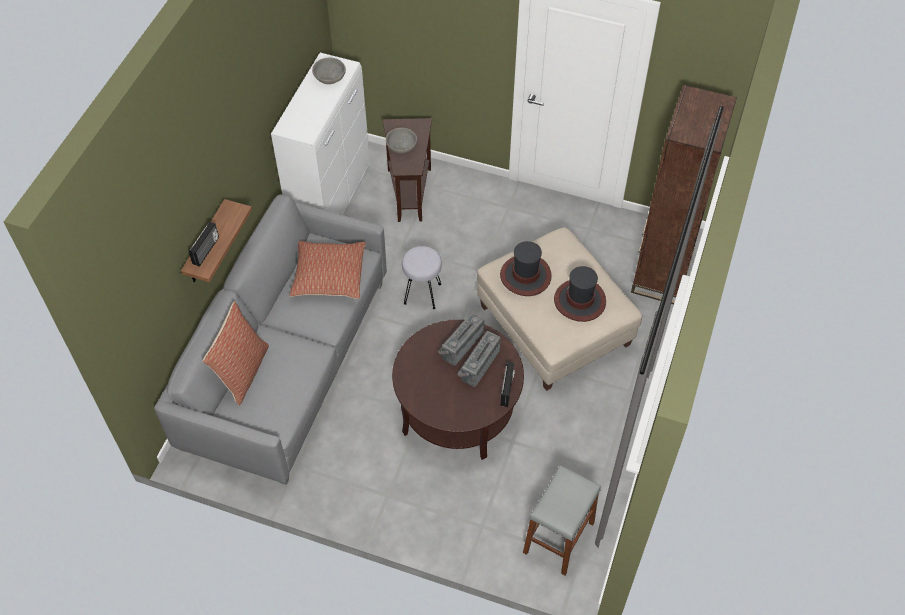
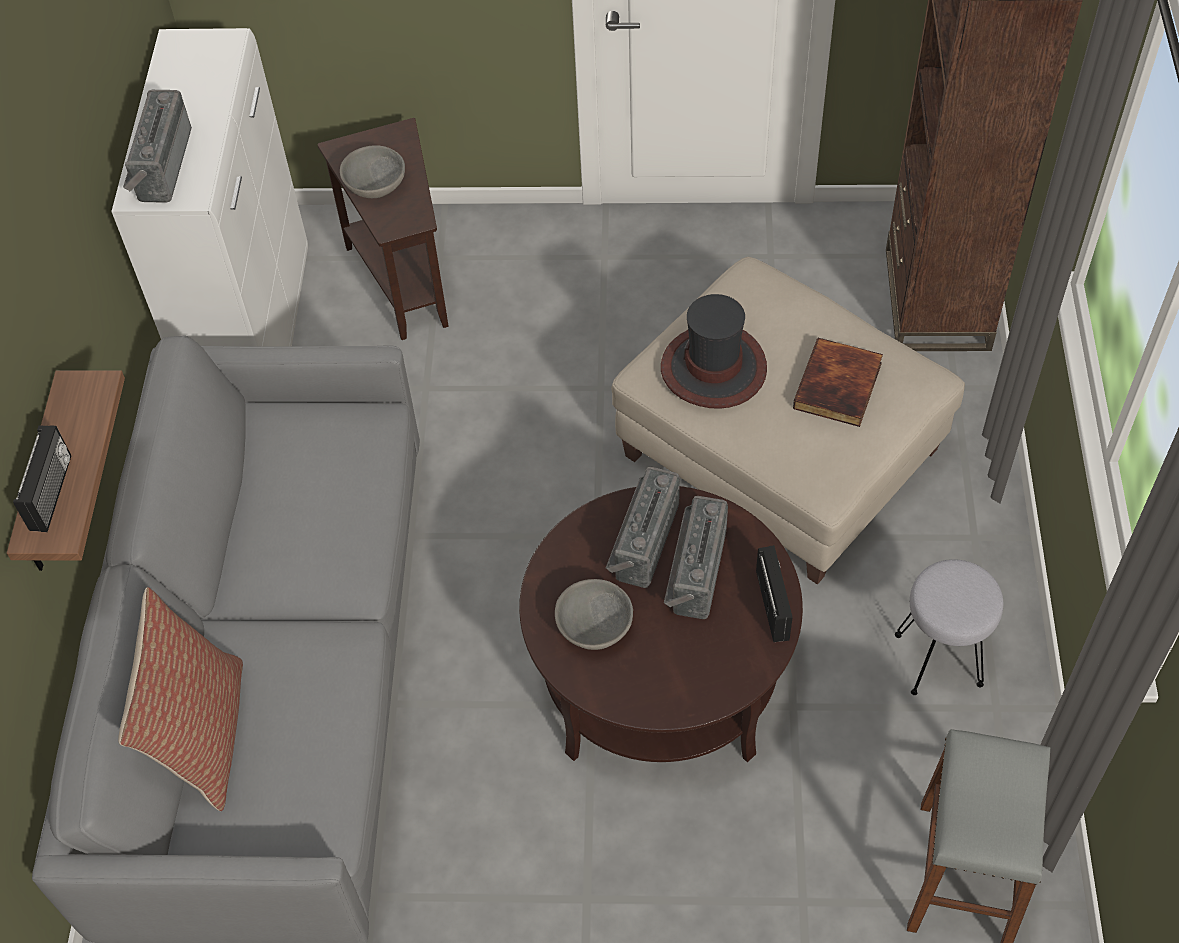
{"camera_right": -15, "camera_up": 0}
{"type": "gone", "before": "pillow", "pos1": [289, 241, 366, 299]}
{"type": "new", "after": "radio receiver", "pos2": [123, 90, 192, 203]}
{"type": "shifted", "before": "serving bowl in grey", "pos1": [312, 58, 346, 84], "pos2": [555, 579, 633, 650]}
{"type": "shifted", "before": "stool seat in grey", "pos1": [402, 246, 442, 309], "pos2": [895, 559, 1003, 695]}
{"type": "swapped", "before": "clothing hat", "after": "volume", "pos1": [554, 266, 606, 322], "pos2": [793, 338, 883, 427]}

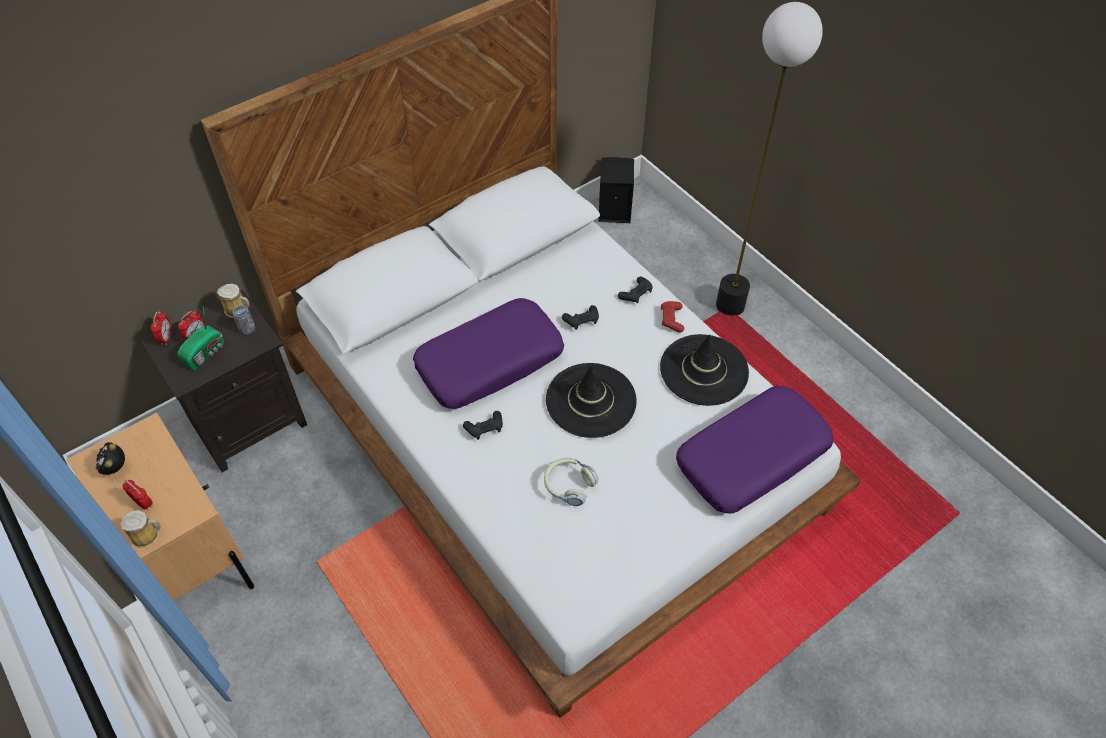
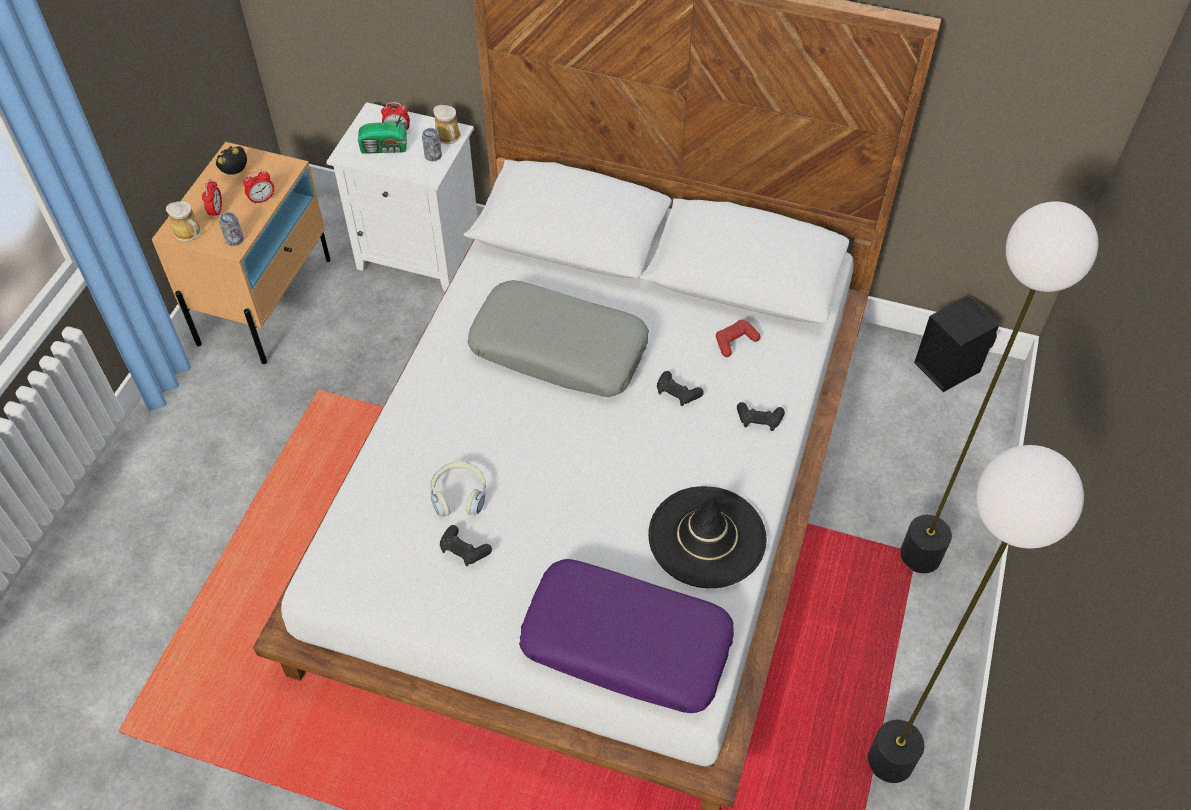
{"camera_right": 55, "camera_up": 0}
{"type": "gone", "before": "clothing hat in black-coloured", "pos1": [546, 363, 637, 438]}
{"type": "new", "after": "metal can", "pos2": [219, 212, 244, 246]}
{"type": "new", "after": "standard lamp", "pos2": [868, 445, 1084, 783]}
{"type": "shifted", "before": "bedside clock", "pos1": [150, 311, 172, 345], "pos2": [243, 169, 274, 205]}
{"type": "shifted", "before": "gamepad in black-coloured", "pos1": [463, 411, 503, 440], "pos2": [440, 525, 492, 566]}
{"type": "shifted", "before": "gamepad in red", "pos1": [661, 301, 684, 333], "pos2": [716, 319, 760, 357]}
{"type": "repainted", "before": "night table in black-coloured", "after": "night table in whitish", "pos1": [140, 290, 307, 472], "pos2": [326, 102, 478, 292]}
{"type": "repainted", "before": "pillow in purple", "after": "pillow in grey", "pos1": [413, 298, 564, 409], "pos2": [468, 280, 649, 397]}

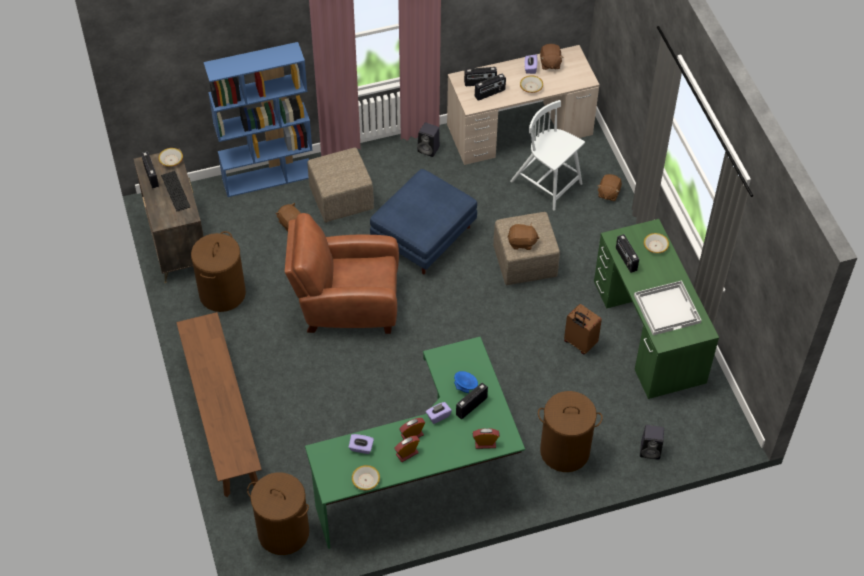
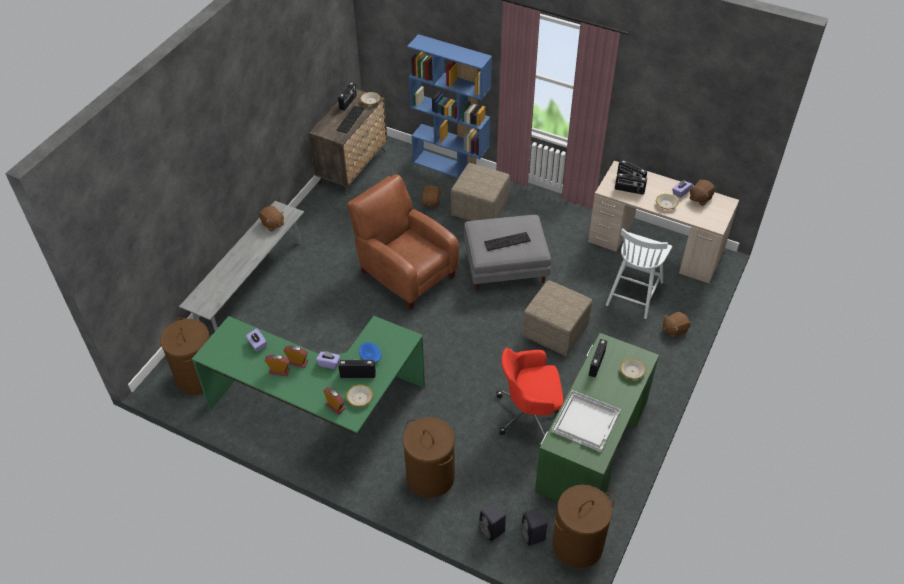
{"camera_right": 45, "camera_up": -5}
{"type": "new", "after": "PC keyboard", "pos2": [484, 232, 531, 251]}
{"type": "shifted", "before": "hamper in brown-coloured", "pos1": [191, 231, 246, 312], "pos2": [552, 485, 615, 568]}
{"type": "shifted", "before": "serving bowl", "pos1": [352, 465, 380, 490], "pos2": [346, 385, 373, 407]}
{"type": "shifted", "before": "loudspeaker in black-coloured", "pos1": [417, 122, 440, 157], "pos2": [521, 508, 547, 546]}
{"type": "shifted", "before": "plush toy in brown-coloured", "pos1": [507, 223, 540, 250], "pos2": [259, 206, 284, 231]}
{"type": "swapped", "before": "travel case in brown-coloured", "after": "desk chair in red", "pos1": [564, 304, 602, 354], "pos2": [496, 348, 563, 436]}
{"type": "repainted", "before": "long seat in brown-coloured", "after": "long seat in grey", "pos1": [176, 312, 262, 497], "pos2": [179, 201, 304, 331]}
{"type": "repainted", "before": "pouffe in bluish", "after": "pouffe in grey", "pos1": [370, 169, 477, 274], "pos2": [464, 215, 551, 290]}
{"type": "rotated", "before": "plain chair in whitish", "pos1": [510, 100, 585, 211], "pos2": [606, 228, 672, 319], "turn": -150}

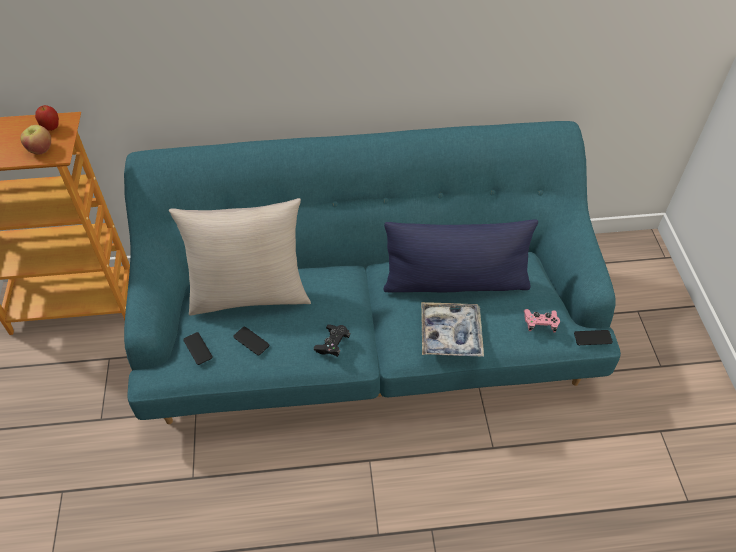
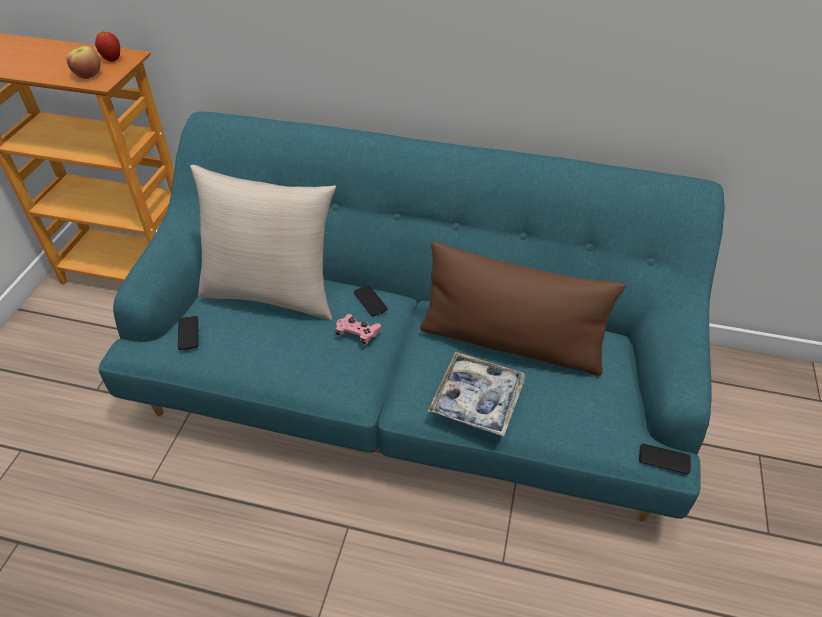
{"camera_right": 20, "camera_up": -5}
{"type": "gone", "before": "gamepad in black-coloured", "pos1": [314, 324, 351, 357]}
{"type": "shifted", "before": "handset", "pos1": [233, 327, 269, 355], "pos2": [354, 285, 388, 316]}
{"type": "shifted", "before": "gamepad in pinkish", "pos1": [524, 309, 560, 333], "pos2": [336, 314, 382, 346]}
{"type": "repainted", "before": "pillow in bluish", "after": "pillow in brown-coloured", "pos1": [383, 220, 538, 292], "pos2": [420, 242, 625, 376]}

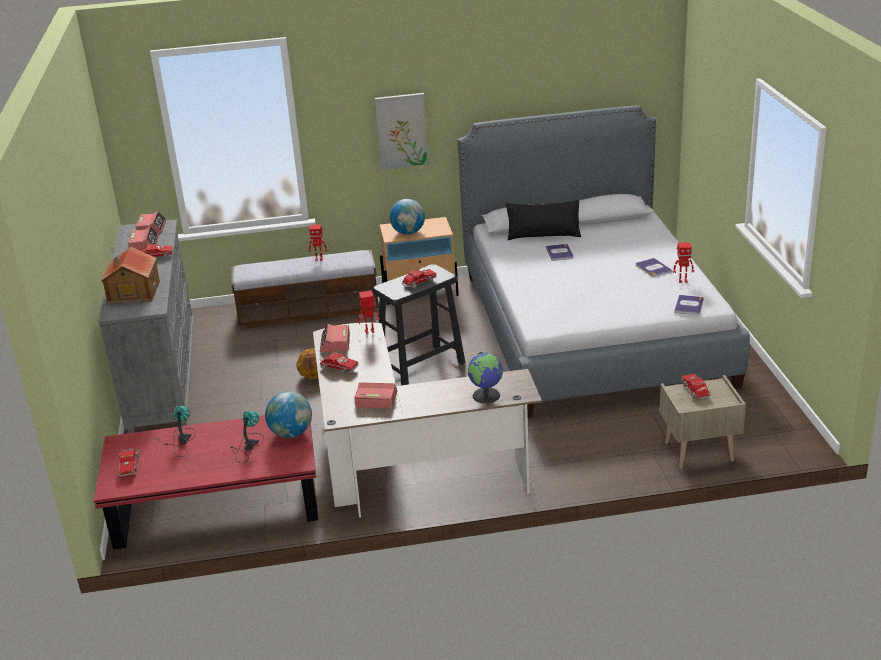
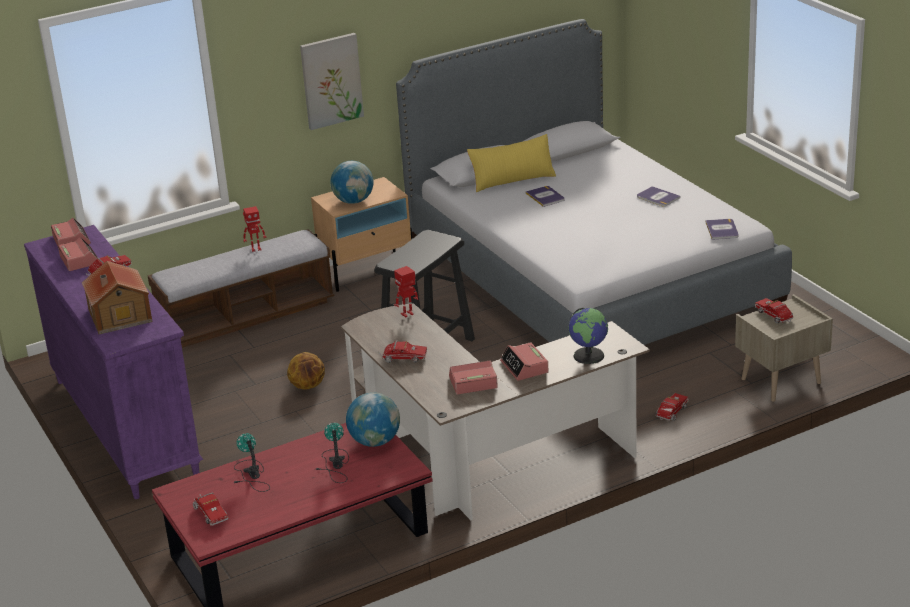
{"camera_right": -20, "camera_up": 0}
{"type": "gone", "before": "model robot", "pos1": [673, 242, 694, 283]}
{"type": "shifted", "before": "bedside clock", "pos1": [320, 324, 350, 353], "pos2": [500, 342, 549, 381]}
{"type": "shifted", "before": "toy truck", "pos1": [402, 269, 436, 288], "pos2": [656, 393, 689, 421]}
{"type": "repainted", "before": "dresser in grey", "after": "dresser in purple", "pos1": [98, 219, 195, 433], "pos2": [24, 225, 203, 499]}
{"type": "repainted", "before": "pillow in black-coloured", "after": "pillow in yellow", "pos1": [506, 200, 581, 240], "pos2": [467, 134, 556, 192]}

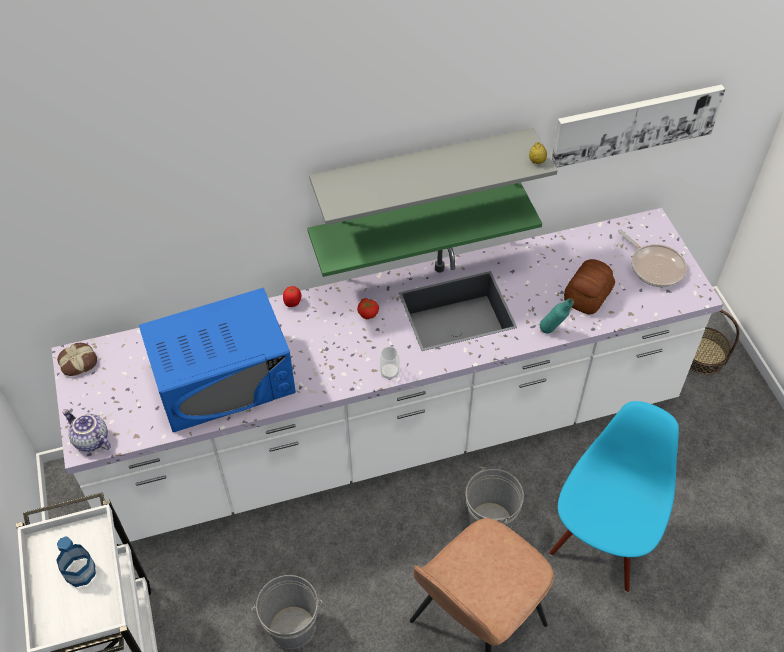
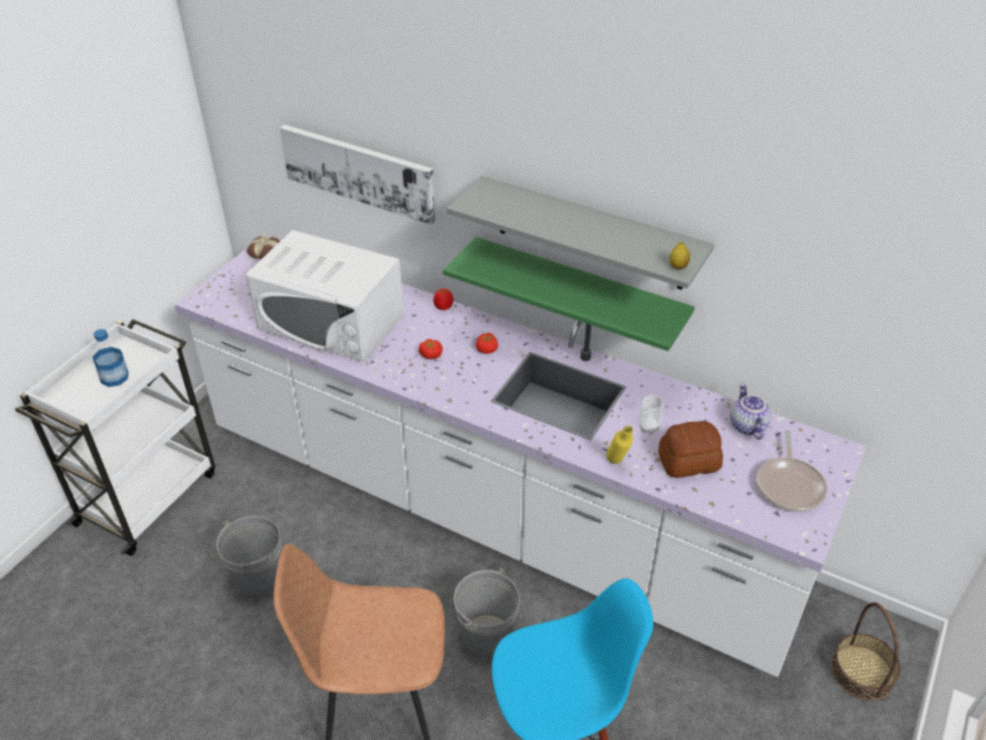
{"camera_right": 45, "camera_up": -10}
{"type": "new", "after": "whole tomato", "pos2": [419, 339, 443, 359]}
{"type": "shifted", "before": "teapot", "pos1": [62, 409, 111, 452], "pos2": [730, 384, 771, 440]}
{"type": "shifted", "before": "cup", "pos1": [379, 346, 400, 380], "pos2": [639, 395, 663, 434]}
{"type": "shifted", "before": "wall picture", "pos1": [552, 85, 725, 168], "pos2": [280, 125, 435, 225]}
{"type": "repainted", "before": "microwave in bluish", "after": "microwave in whitish", "pos1": [139, 288, 296, 432], "pos2": [246, 230, 404, 363]}
{"type": "repainted", "before": "bottle in turquoise-coloured", "after": "bottle in yellow", "pos1": [540, 298, 574, 334], "pos2": [606, 426, 633, 464]}

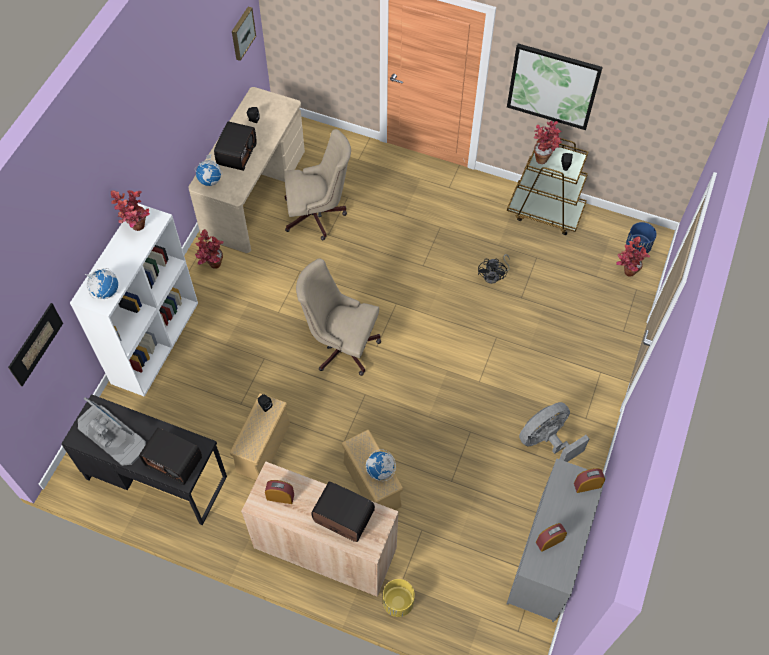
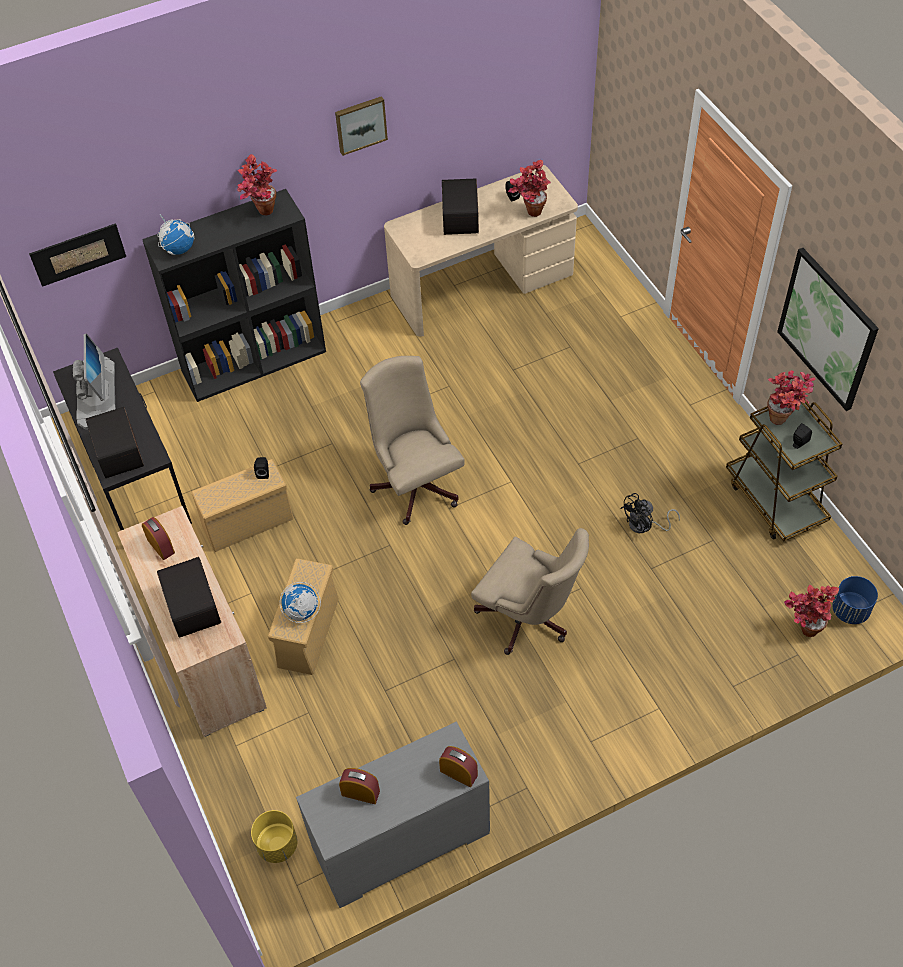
{"camera_right": 45, "camera_up": -5}
{"type": "gone", "before": "desk globe", "pos1": [195, 155, 223, 186]}
{"type": "gone", "before": "electric fan in grey", "pos1": [519, 402, 589, 462]}
{"type": "shifted", "before": "potted plant", "pos1": [195, 229, 224, 269], "pos2": [508, 160, 551, 217]}
{"type": "shifted", "before": "wall picture", "pos1": [232, 7, 256, 61], "pos2": [335, 96, 388, 156]}
{"type": "shifted", "before": "desk chair in beige", "pos1": [284, 129, 351, 240], "pos2": [471, 528, 589, 655]}
{"type": "shifted", "before": "flower pot in yellow", "pos1": [383, 579, 415, 617], "pos2": [251, 810, 298, 863]}
{"type": "repainted", "before": "bookshelf in whitish", "after": "bookshelf in black-coloured", "pos1": [70, 203, 198, 397], "pos2": [142, 189, 326, 402]}
{"type": "rotated", "before": "radio receiver", "pos1": [214, 121, 257, 171], "pos2": [442, 179, 479, 235], "turn": 120}

